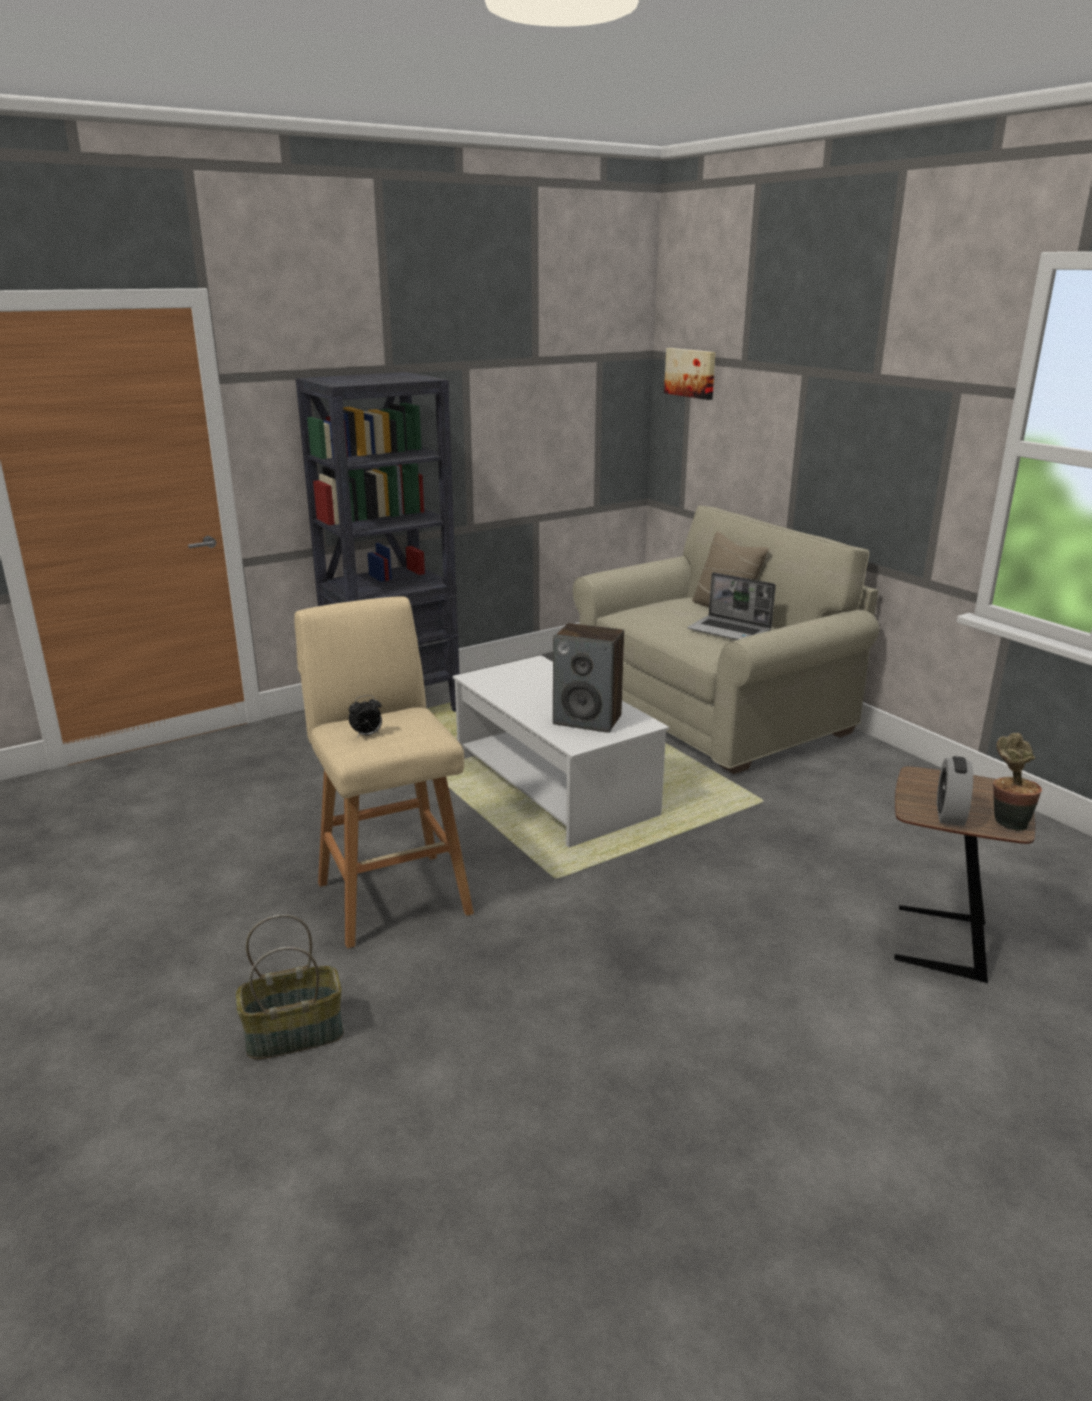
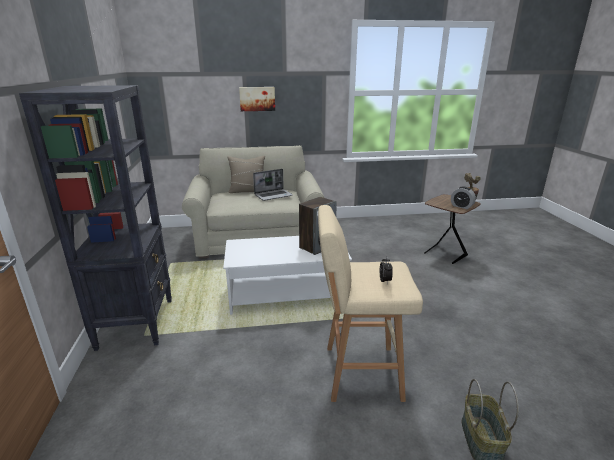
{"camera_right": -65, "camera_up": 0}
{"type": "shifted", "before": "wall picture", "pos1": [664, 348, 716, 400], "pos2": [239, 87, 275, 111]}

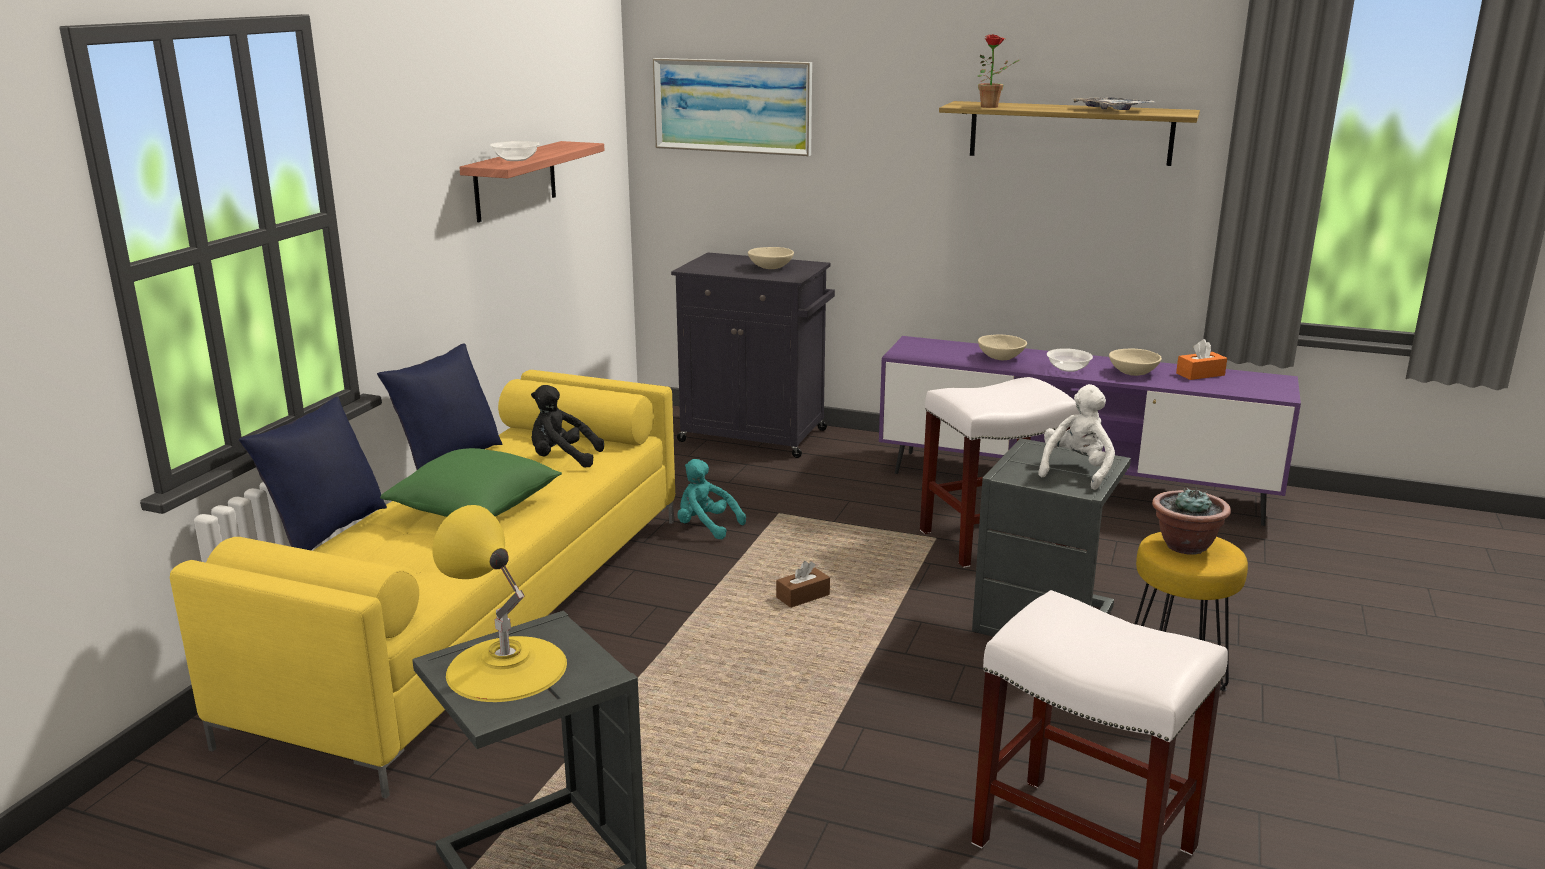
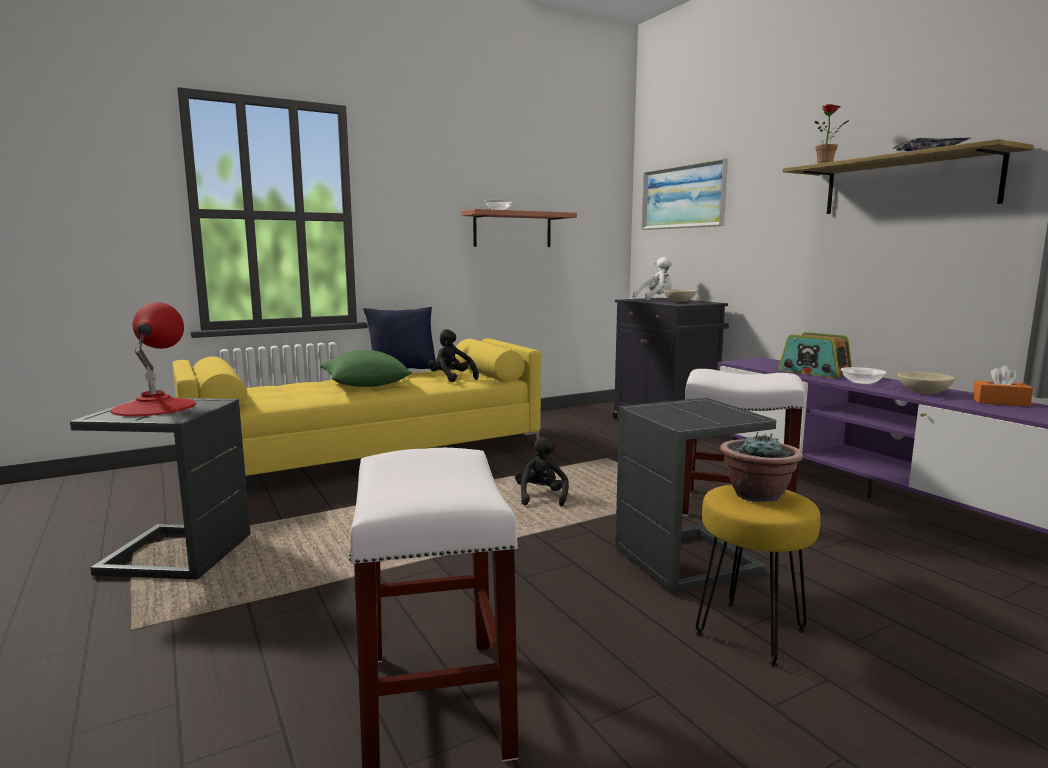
{"camera_right": 40, "camera_up": -10}
{"type": "gone", "before": "pillow in bluish", "pos1": [239, 397, 387, 550]}
{"type": "gone", "before": "plush toy in turquoise-coloured", "pos1": [677, 459, 746, 539]}
{"type": "shifted", "before": "plush toy in whitish", "pos1": [1038, 384, 1115, 490], "pos2": [632, 257, 673, 301]}
{"type": "swapped", "before": "tissue box in brown-coloured", "after": "plush toy in black-coloured", "pos1": [776, 561, 830, 608], "pos2": [515, 437, 569, 506]}
{"type": "swapped", "before": "serving bowl in beige", "after": "radio receiver", "pos1": [978, 335, 1027, 360], "pos2": [778, 332, 852, 378]}
{"type": "repainted", "before": "tabletop lamp in yellow", "after": "tabletop lamp in red", "pos1": [433, 505, 567, 702], "pos2": [110, 302, 196, 416]}

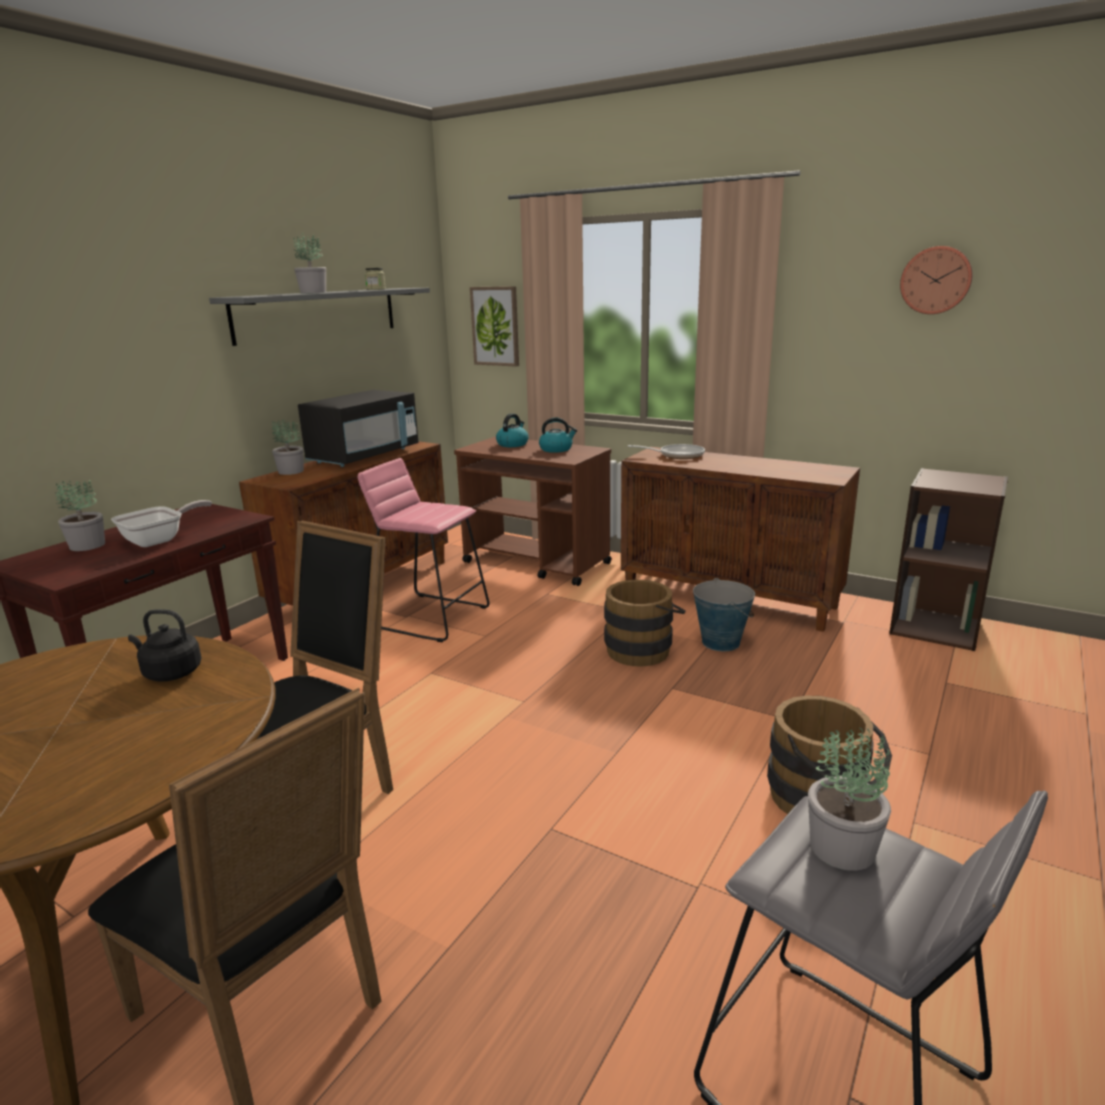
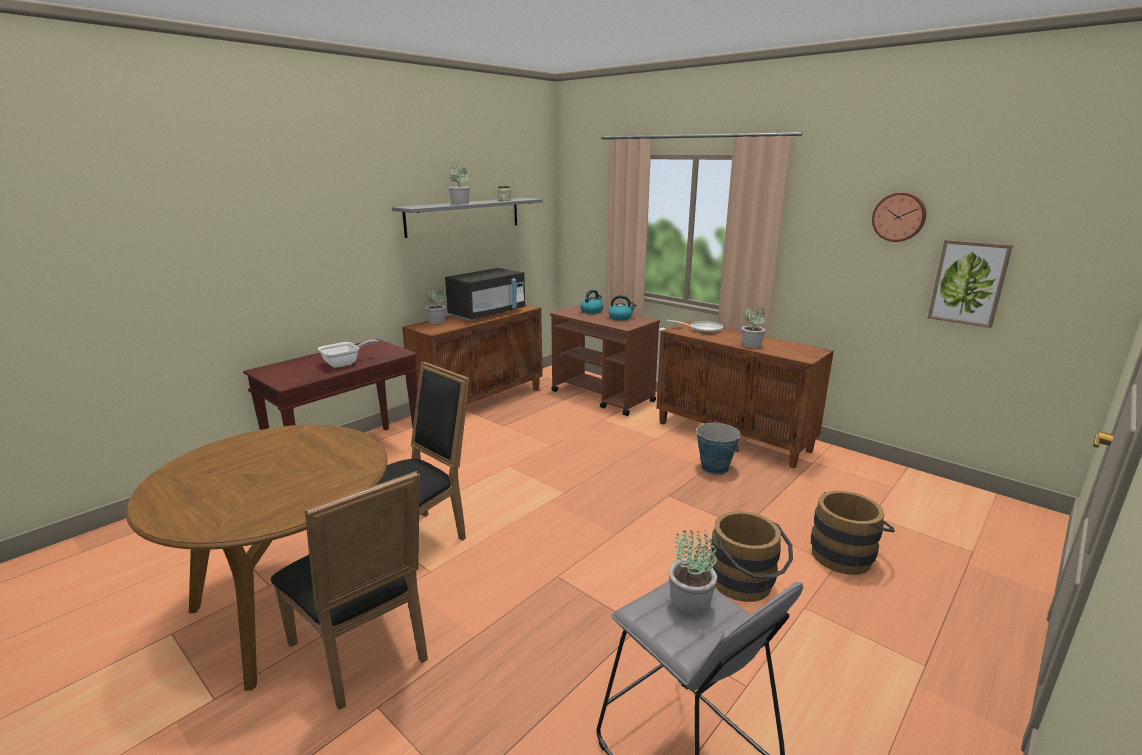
{"camera_right": 10, "camera_up": 0}
{"type": "gone", "before": "water kettle in black-coloured", "pos1": [128, 609, 202, 681]}
{"type": "gone", "before": "stool seat in pinkish", "pos1": [358, 458, 490, 642]}
{"type": "gone", "before": "bookshelf in brown-coloured", "pos1": [889, 468, 1008, 651]}
{"type": "shifted", "before": "potted plant", "pos1": [56, 480, 105, 551], "pos2": [742, 306, 765, 348]}
{"type": "shifted", "before": "wall picture", "pos1": [470, 286, 519, 367], "pos2": [928, 240, 1013, 328]}
{"type": "shifted", "before": "pail in brown-coloured", "pos1": [604, 580, 686, 667], "pos2": [811, 491, 895, 575]}

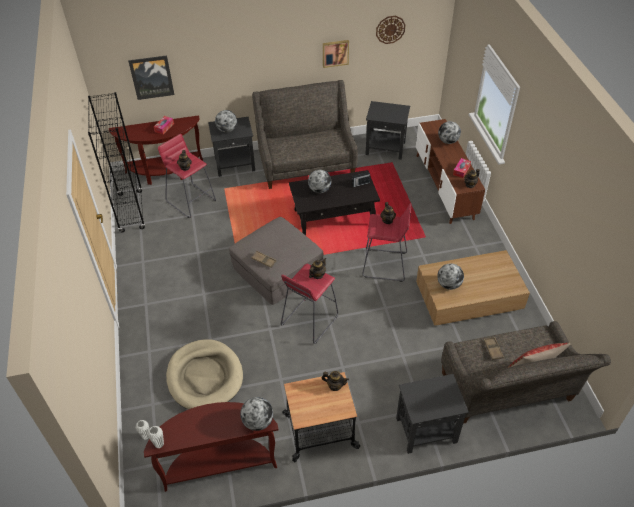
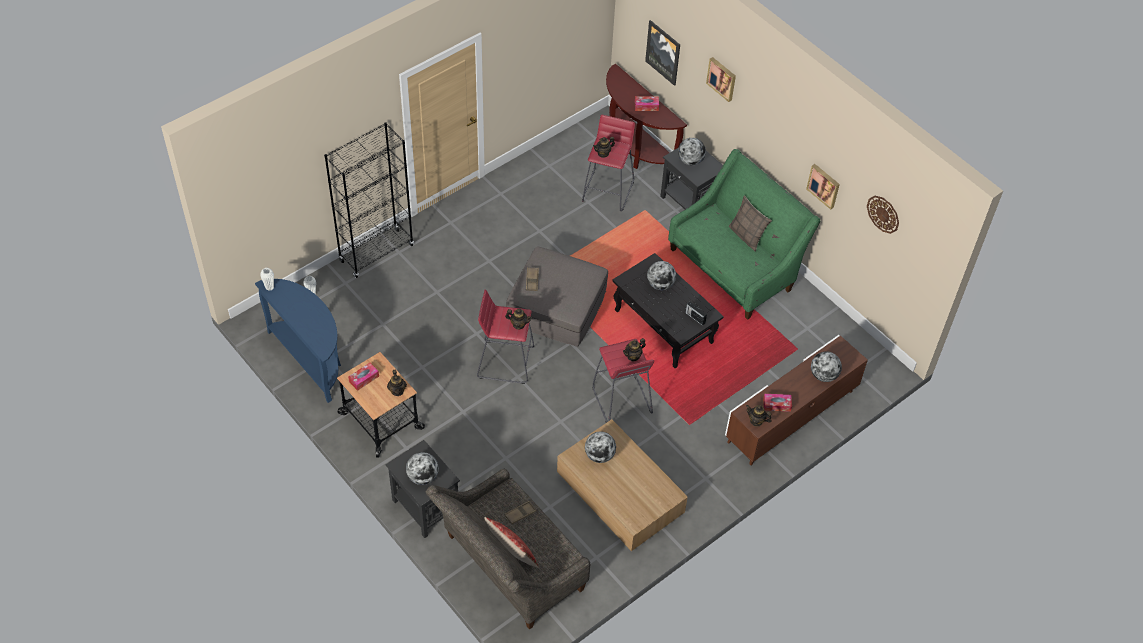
{"camera_right": 60, "camera_up": 5}
{"type": "gone", "before": "dog cushion in beige", "pos1": [166, 339, 243, 409]}
{"type": "gone", "before": "side table in black-coloured", "pos1": [365, 101, 410, 160]}
{"type": "new", "after": "tissue box", "pos2": [348, 363, 379, 391]}
{"type": "new", "after": "wall picture", "pos2": [706, 57, 736, 102]}
{"type": "new", "after": "pillow", "pos2": [729, 195, 772, 252]}
{"type": "shifted", "before": "bookshelf in black-coloured", "pos1": [88, 92, 145, 232], "pos2": [324, 122, 414, 278]}
{"type": "shifted", "before": "desk globe", "pos1": [240, 397, 273, 431], "pos2": [406, 452, 439, 485]}
{"type": "repainted", "before": "narrow table in brown-coloured", "after": "narrow table in bluish", "pos1": [144, 402, 278, 492], "pos2": [255, 279, 341, 403]}
{"type": "repainted", "before": "couch in grey", "after": "couch in greenish", "pos1": [252, 80, 358, 189], "pos2": [668, 149, 821, 320]}

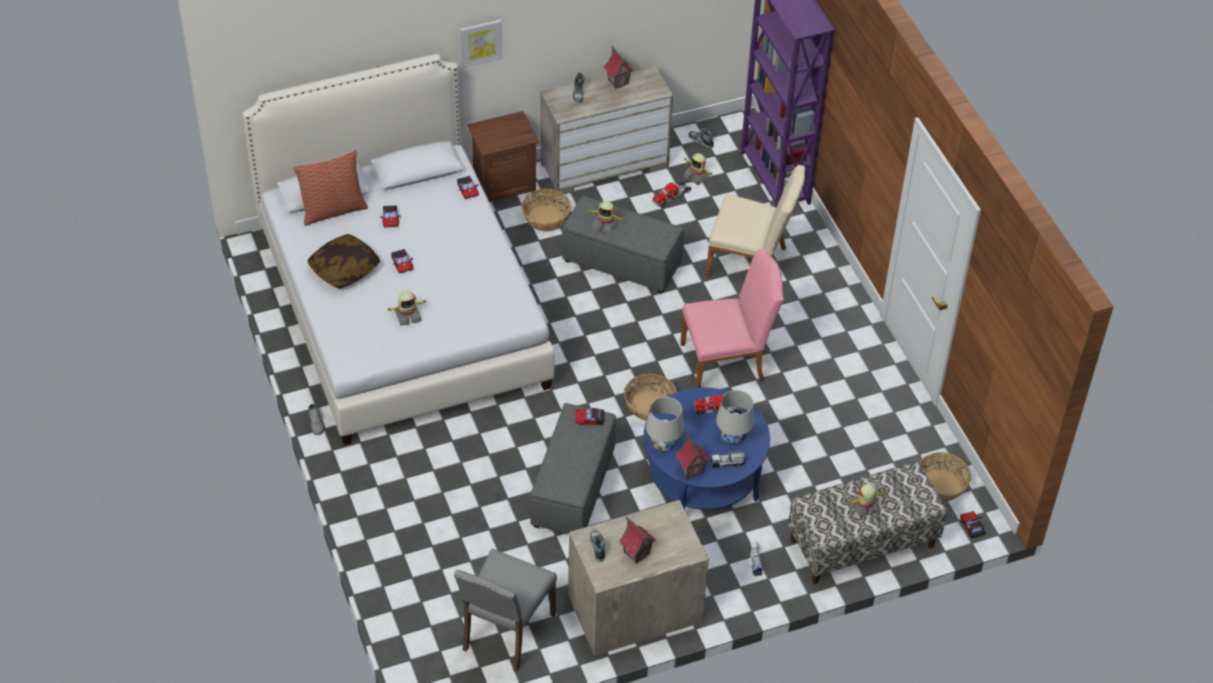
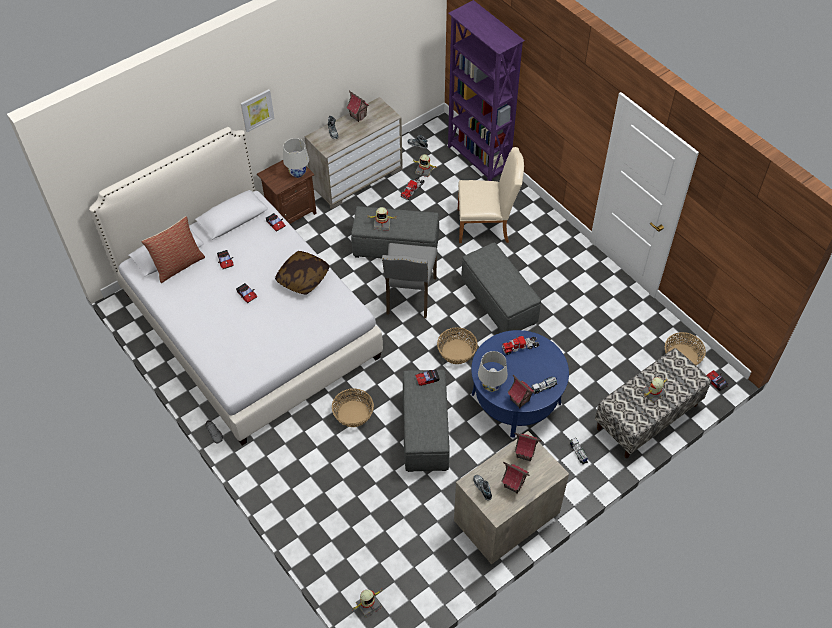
{"camera_right": -15, "camera_up": 5}
{"type": "new", "after": "model house", "pos2": [514, 433, 542, 462]}
{"type": "shifted", "before": "pillow", "pos1": [307, 234, 380, 288], "pos2": [275, 251, 330, 295]}
{"type": "shifted", "before": "model robot", "pos1": [387, 291, 426, 326], "pos2": [352, 590, 383, 618]}
{"type": "shifted", "before": "plain chair in grey", "pos1": [454, 549, 557, 672], "pos2": [382, 243, 438, 318]}
{"type": "shifted", "before": "storage basket", "pos1": [521, 189, 571, 232], "pos2": [332, 388, 374, 427]}
{"type": "shifted", "before": "tabletop lamp in whitish", "pos1": [716, 390, 754, 445], "pos2": [283, 138, 309, 178]}
{"type": "swapped", "before": "plain chair in pinkish", "after": "pouffe in grey", "pos1": [680, 249, 784, 388], "pos2": [461, 243, 541, 332]}

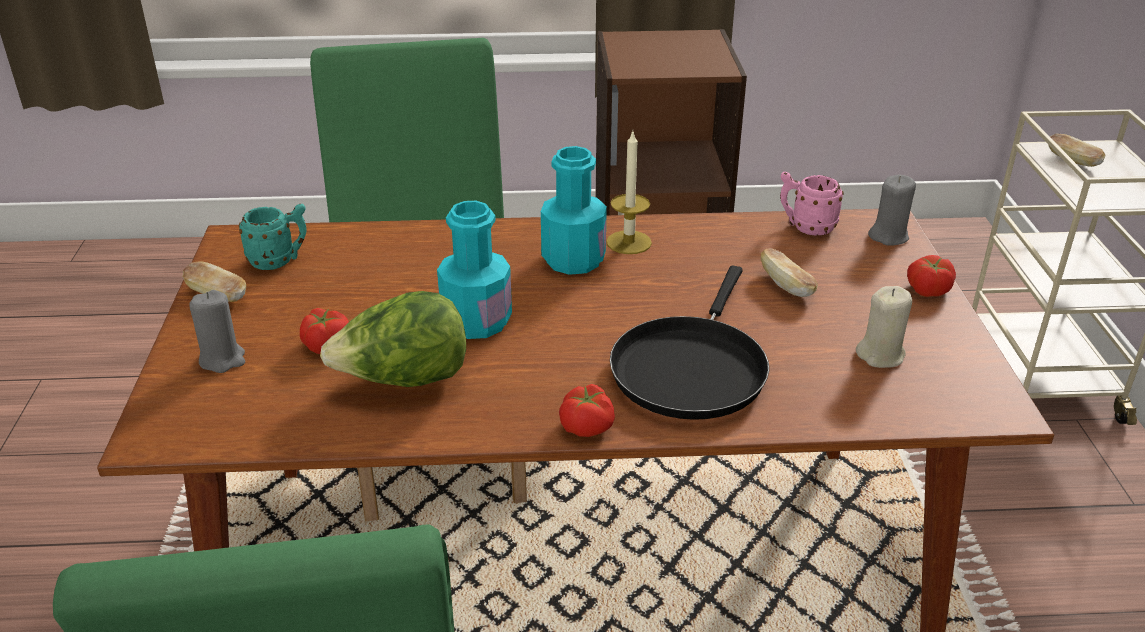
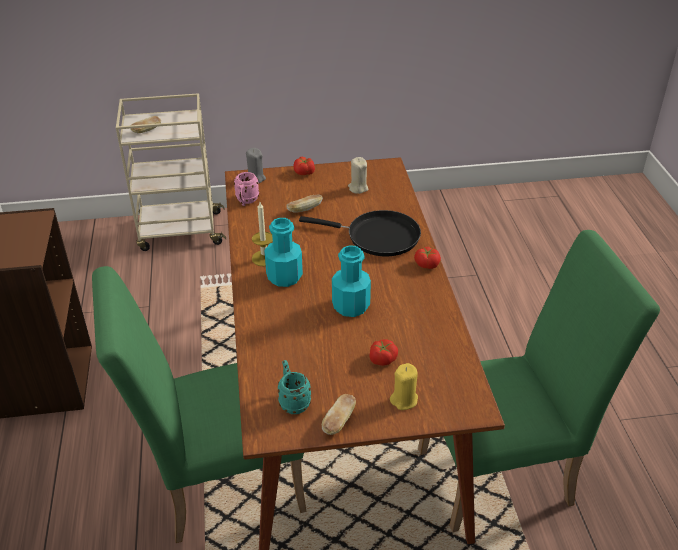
{"camera_right": -95, "camera_up": 5}
{"type": "gone", "before": "head of lettuce", "pos1": [320, 291, 466, 387]}
{"type": "repainted", "before": "candle in grey", "after": "candle in yellow", "pos1": [189, 290, 245, 373], "pos2": [390, 363, 418, 410]}

